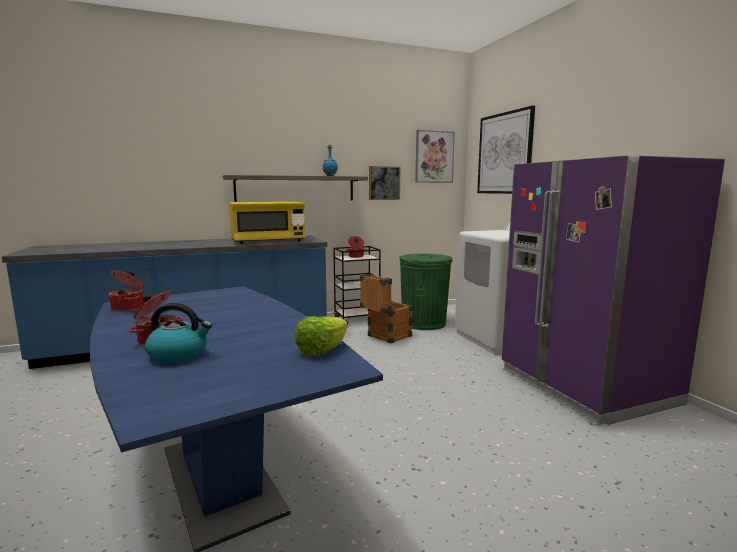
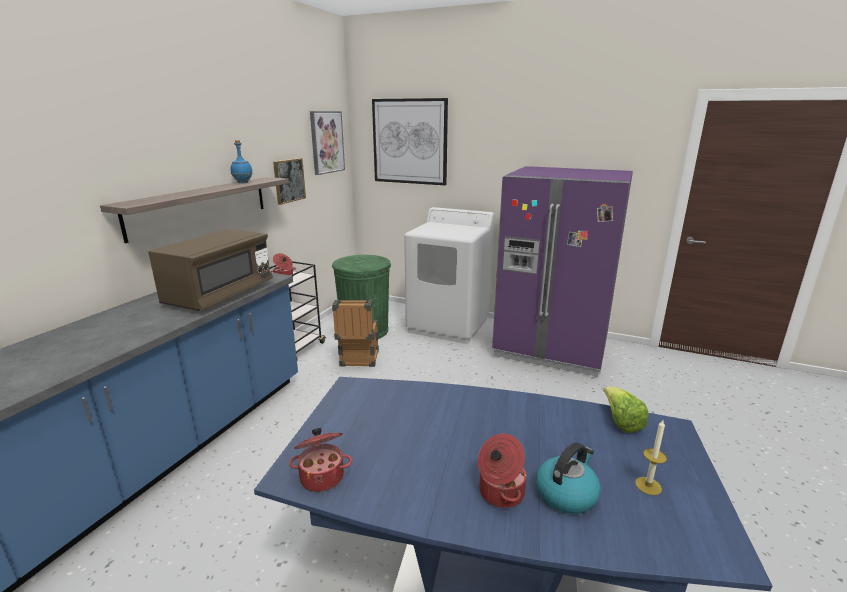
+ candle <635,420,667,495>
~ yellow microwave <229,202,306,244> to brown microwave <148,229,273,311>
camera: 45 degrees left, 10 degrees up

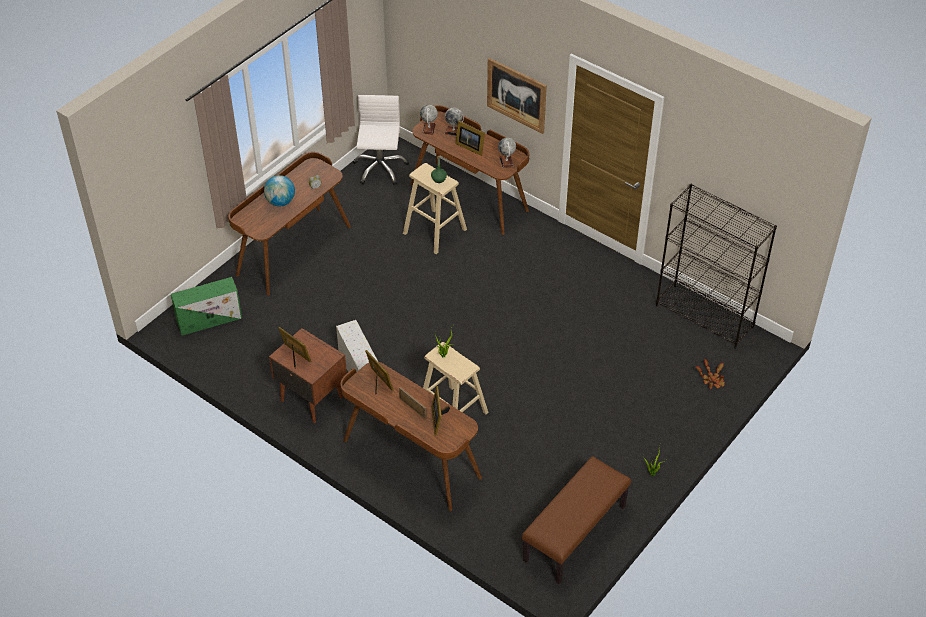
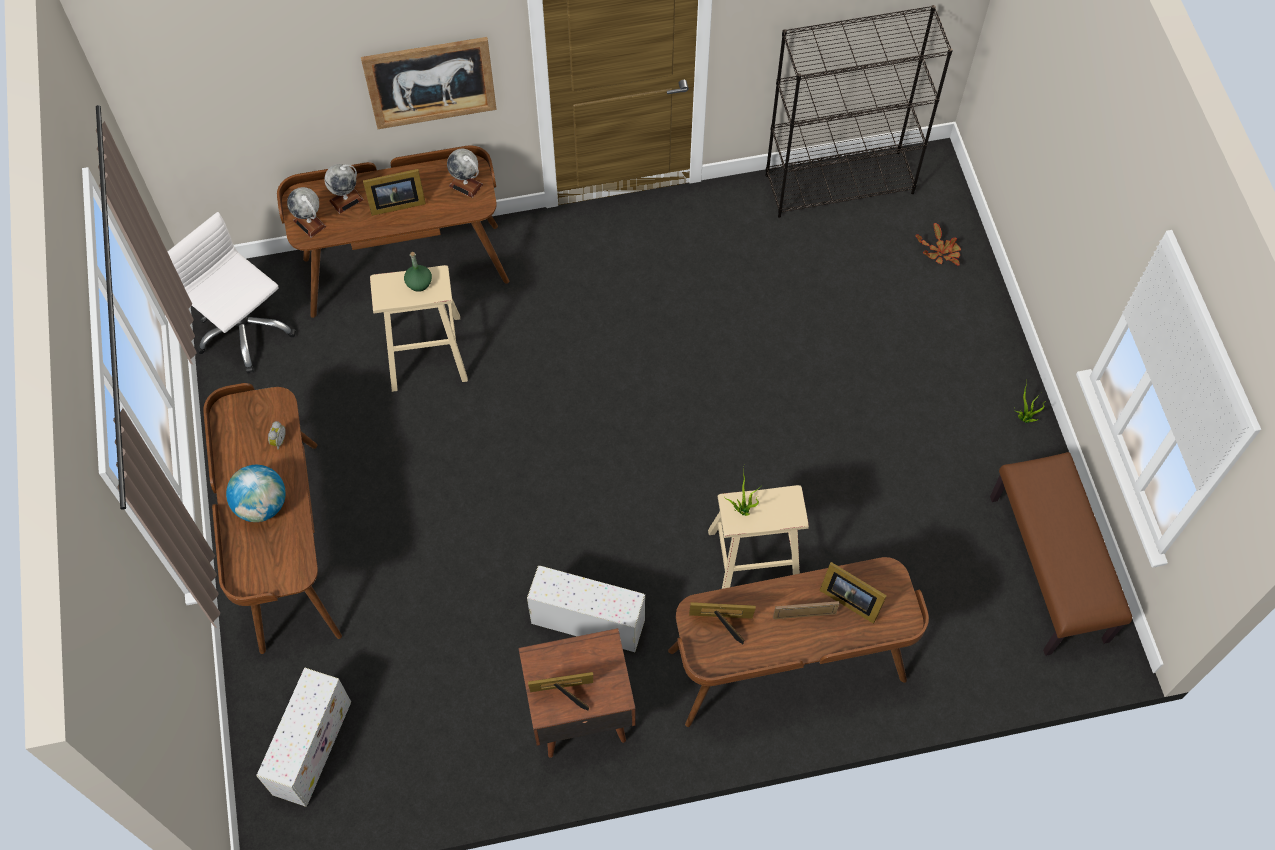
~ green storage box <171,277,242,336> to white storage box <256,667,351,807>
camera: 50 degrees left, 15 degrees up

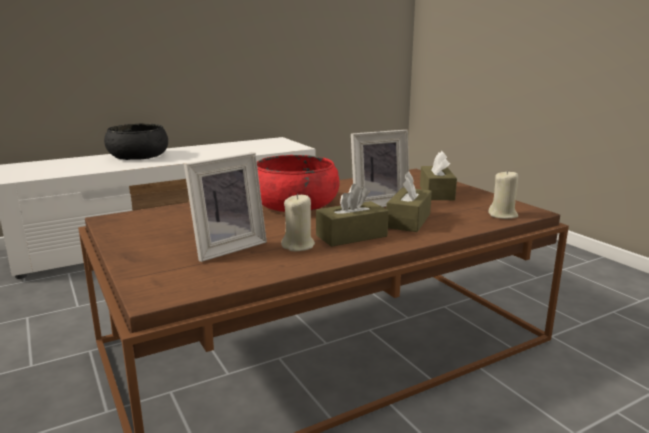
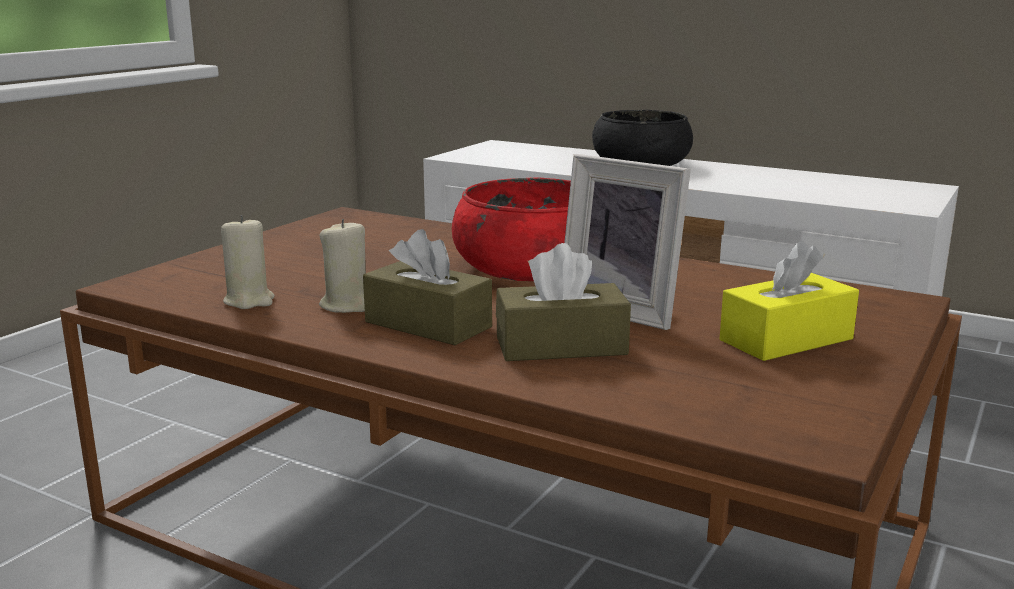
- picture frame <184,152,267,262>
~ beige candle <488,170,518,219> to <221,215,274,309>
~ brown tissue box <420,151,457,200> to yellow tissue box <720,241,859,361>
camera: 60 degrees right, 0 degrees up

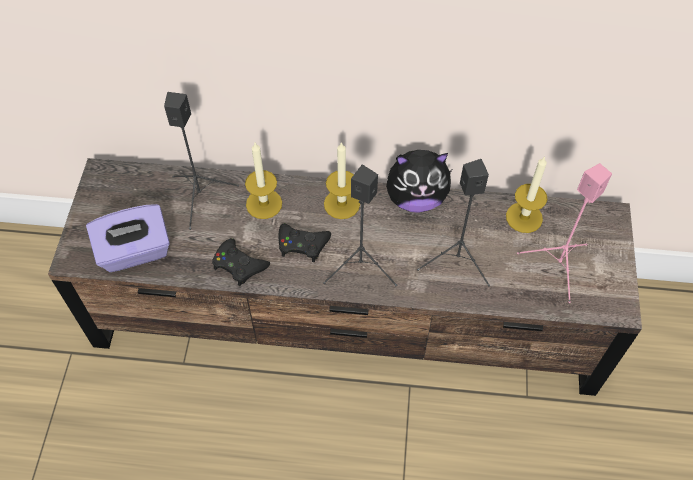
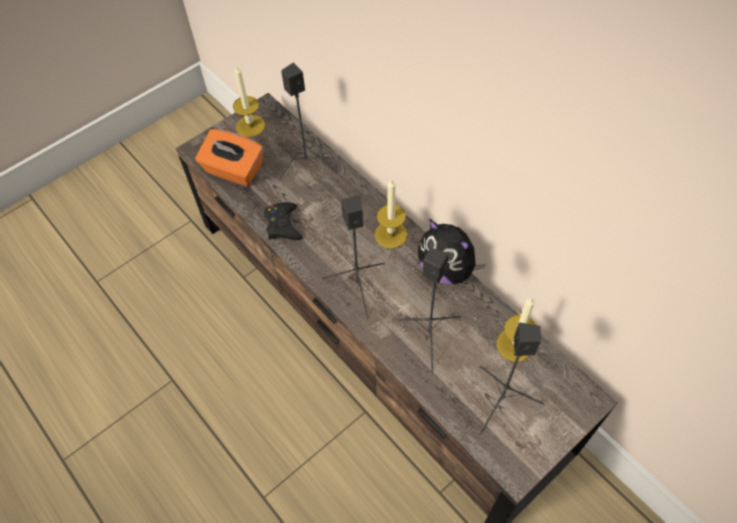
- black game controller <278,223,331,262>
~ candle <245,143,282,219> to <233,65,265,137>
~ purple tissue box <86,204,170,272> to orange tissue box <195,129,264,186>
~ pink speaker <517,163,612,303> to black speaker <479,322,544,435>
camera: 45 degrees right, 0 degrees up

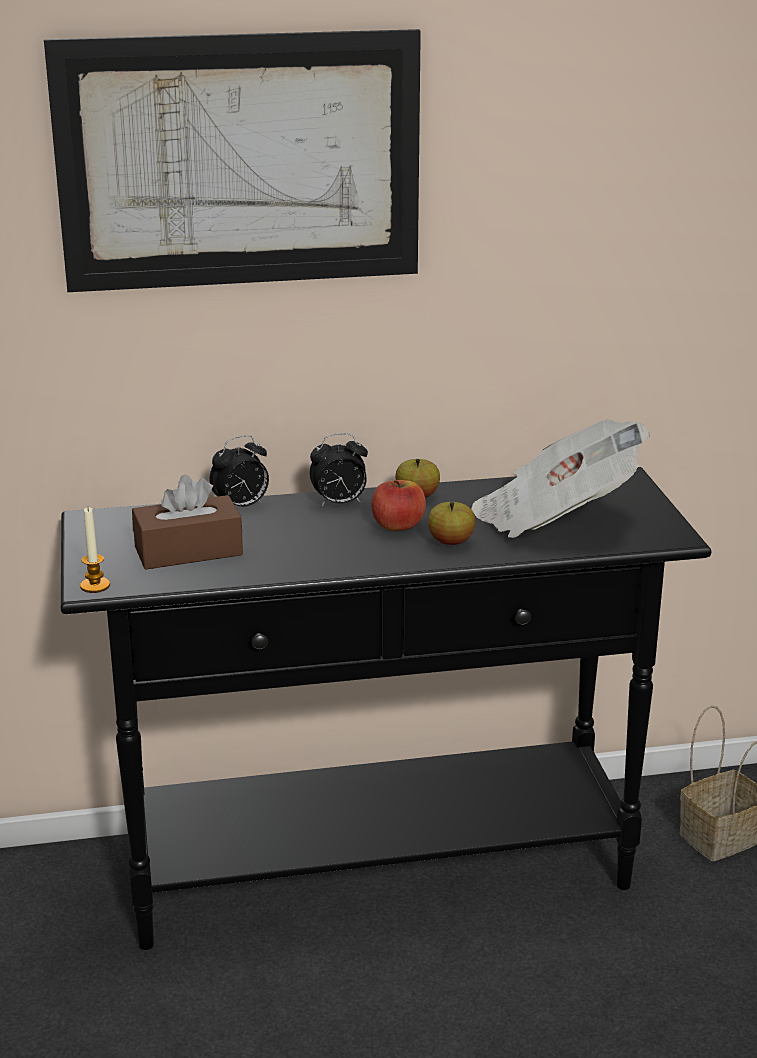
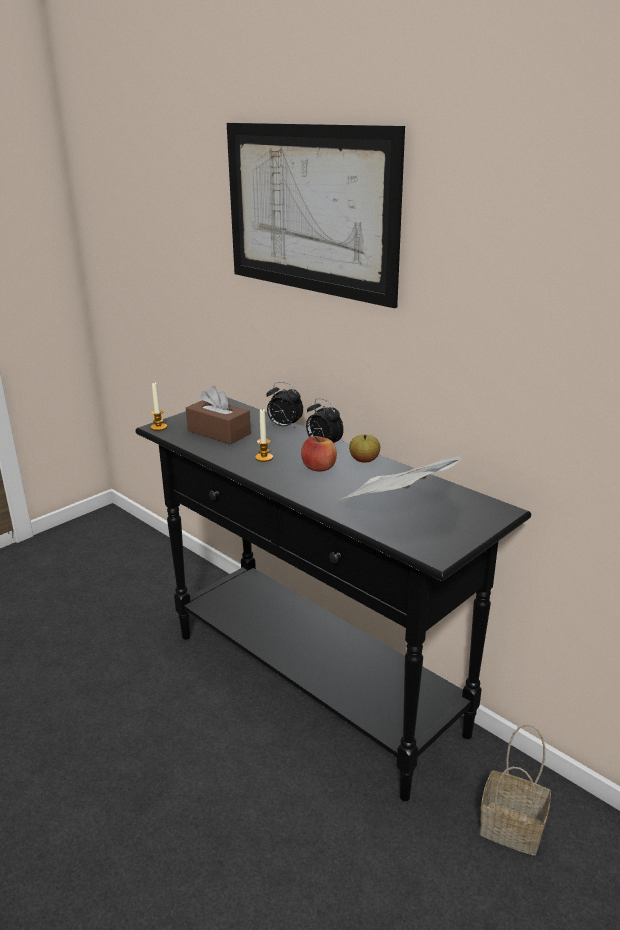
- apple <428,502,476,545>
+ candle <255,409,273,462>
camera: 55 degrees right, 0 degrees up

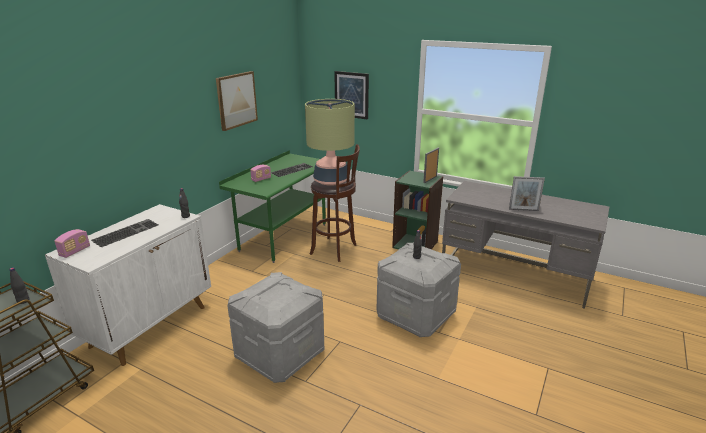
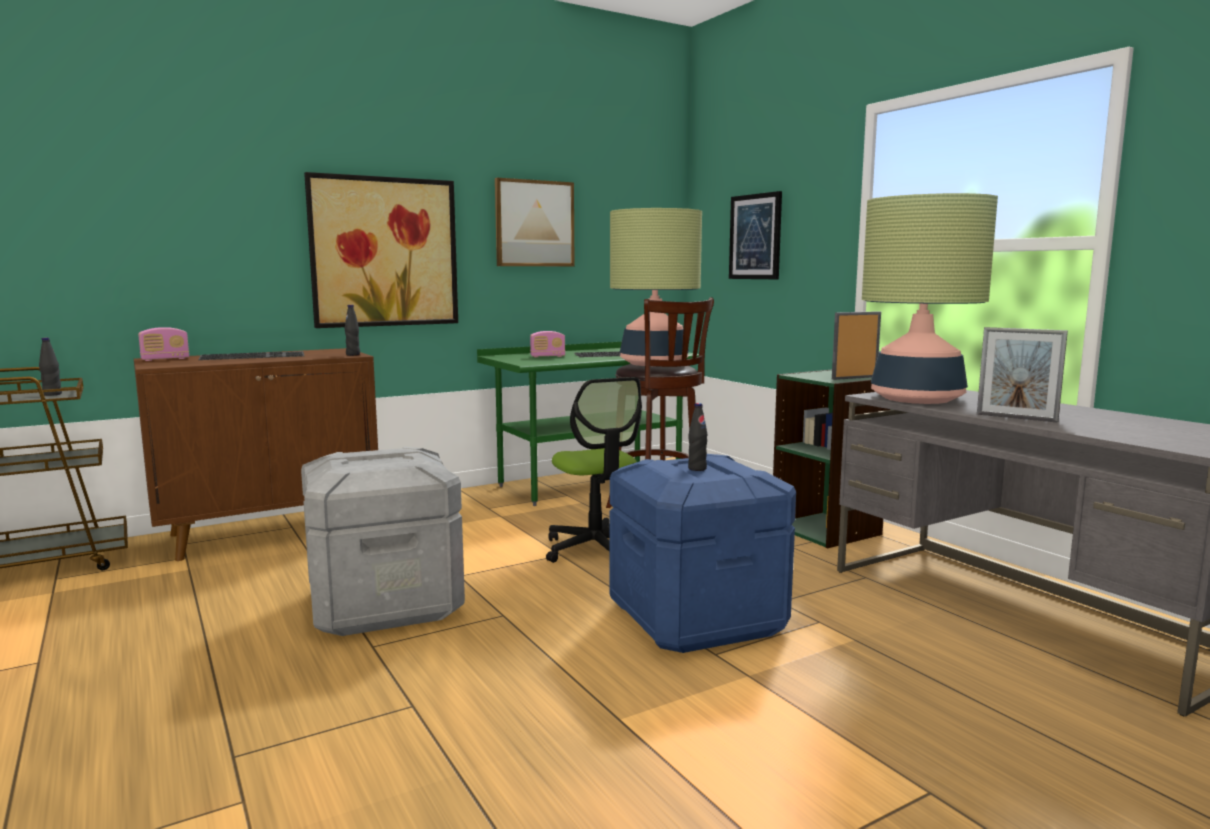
+ picture <304,172,458,328>
+ office chair <546,377,642,563>
+ table lamp <862,193,998,404>
~ white cabinet <45,204,211,366> to brown cabinet <134,348,378,561>
~ grey storage box <376,243,461,337> to blue storage box <610,454,796,653>
camera: 30 degrees right, 15 degrees down

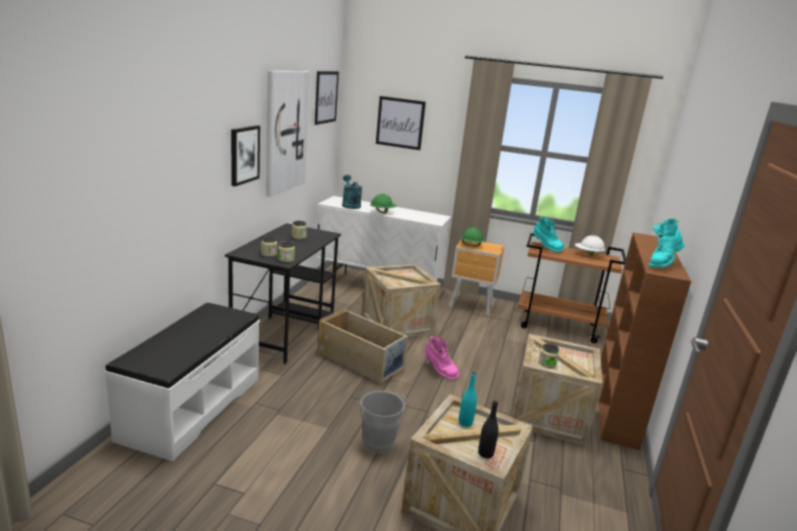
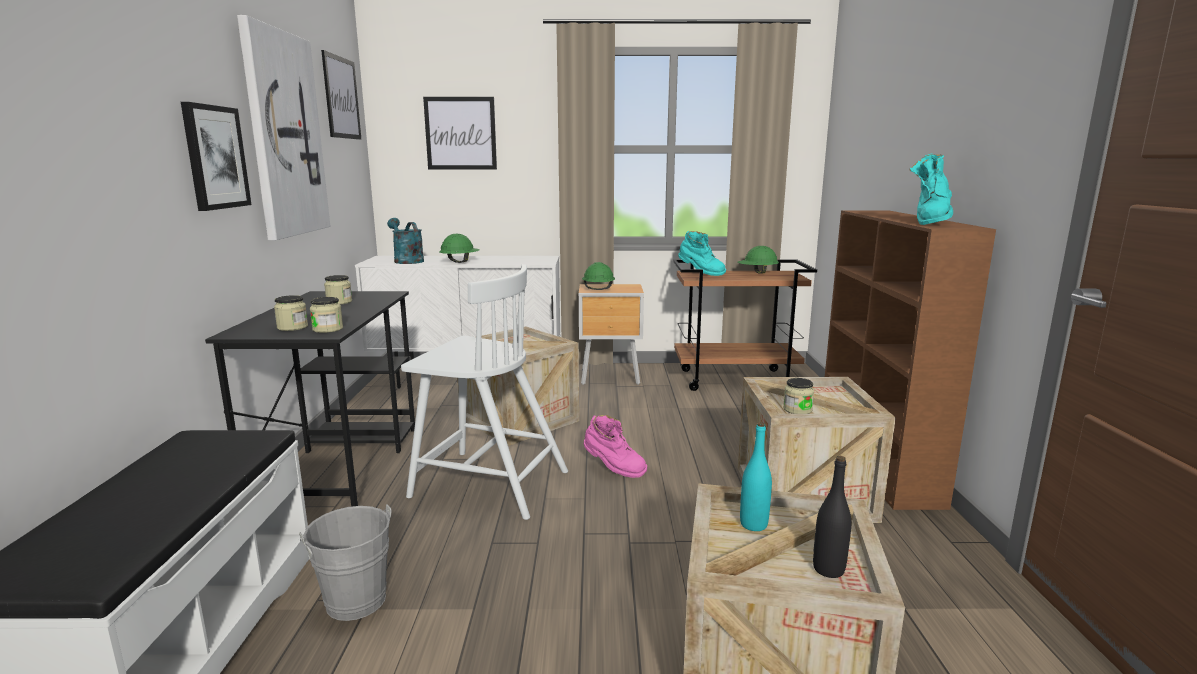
~ grey bucket <358,391,406,453> to <299,504,391,621>
~ beige storage box <317,308,408,384> to white chair <401,264,568,520>
~ white hard hat <575,235,606,256> to green hard hat <738,246,779,274>
camera: 15 degrees left, 5 degrees down

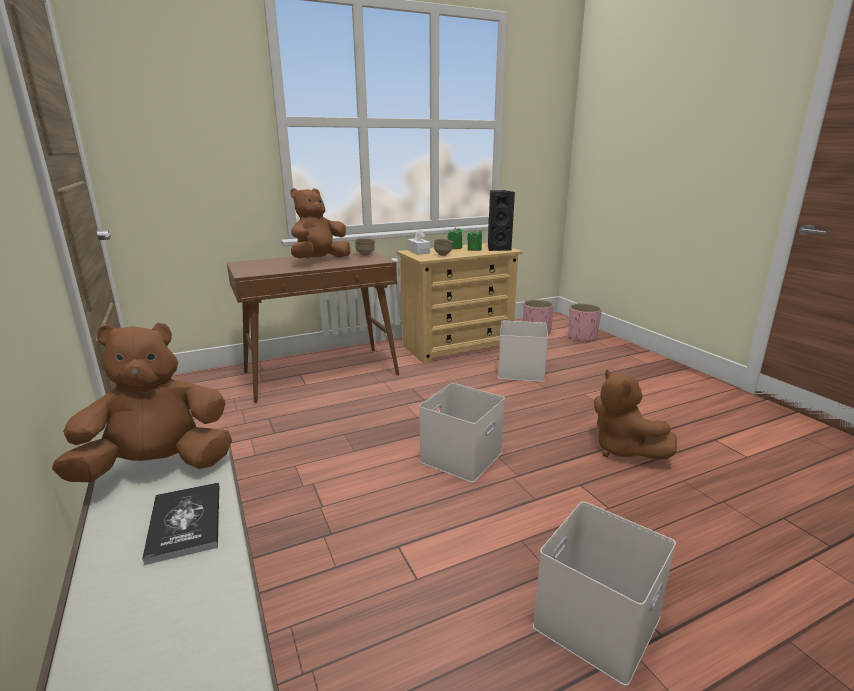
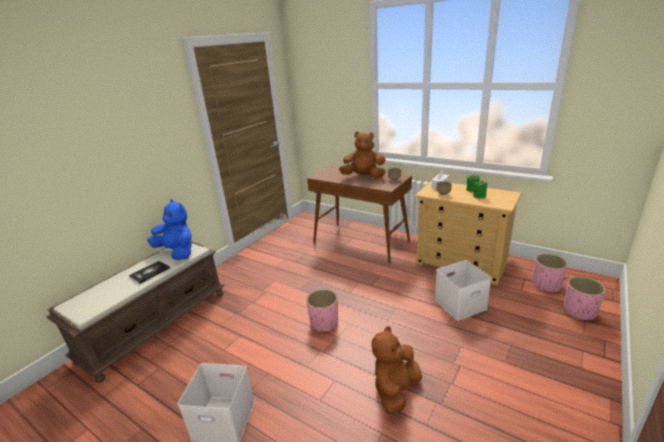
- black speaker <488,190,515,251>
~ white storage box <419,383,505,482> to pink planter <306,289,338,332>
~ brown plush toy <52,322,232,482> to blue plush toy <147,199,192,260>
camera: 60 degrees right, 5 degrees up

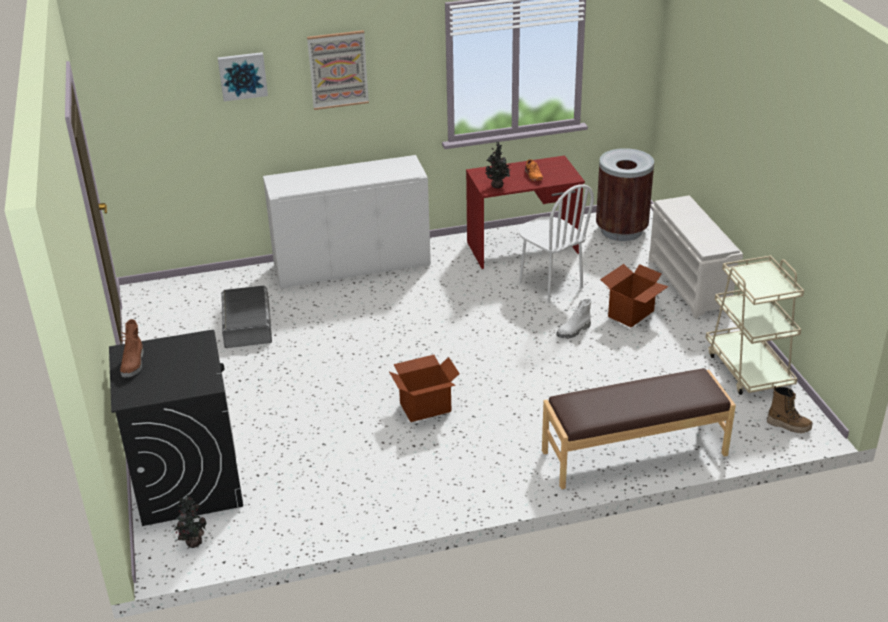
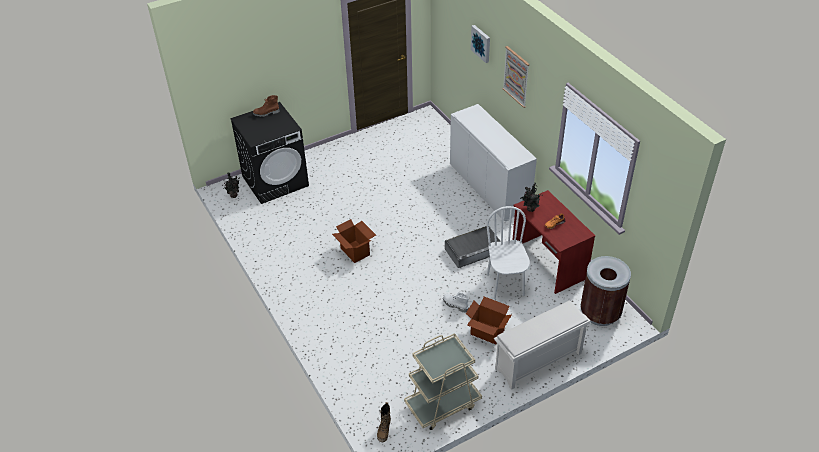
- brown bench <542,368,736,489>
~ grey storage box <221,286,272,348> to <445,226,501,268>
~ white chair <519,184,594,303> = <486,206,530,299> 135 degrees clockwise
camera: 75 degrees right, 10 degrees up

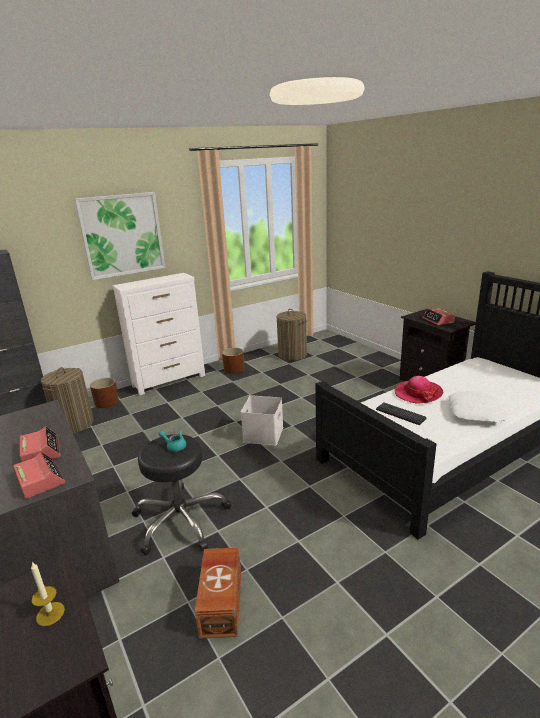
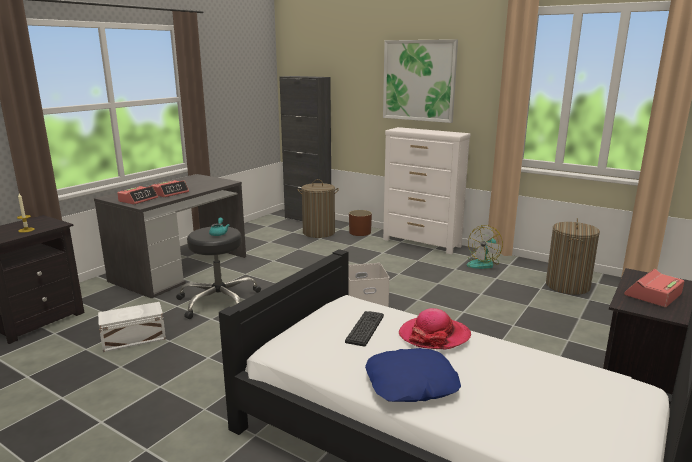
~ brown planter <222,348,245,374> to fan <467,225,503,269>
~ brown storage box <195,547,241,639> to white storage box <98,302,166,352>
~ white pillow <448,391,507,423> to blue pillow <365,348,461,402>
camera: 65 degrees right, 5 degrees down

